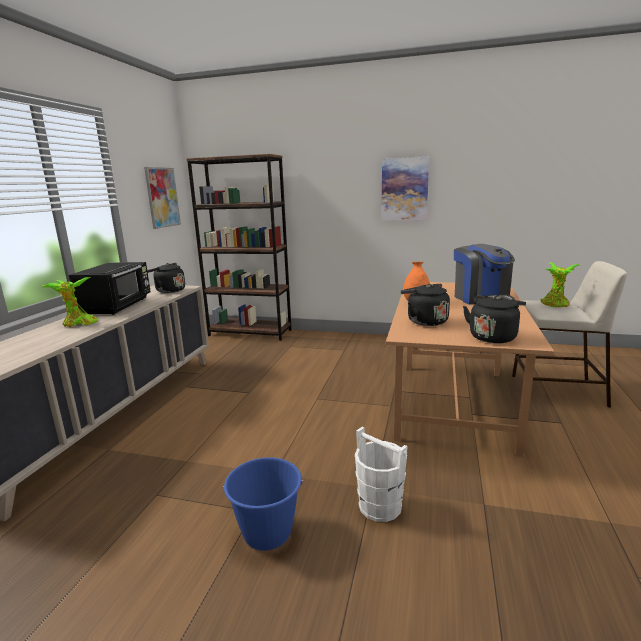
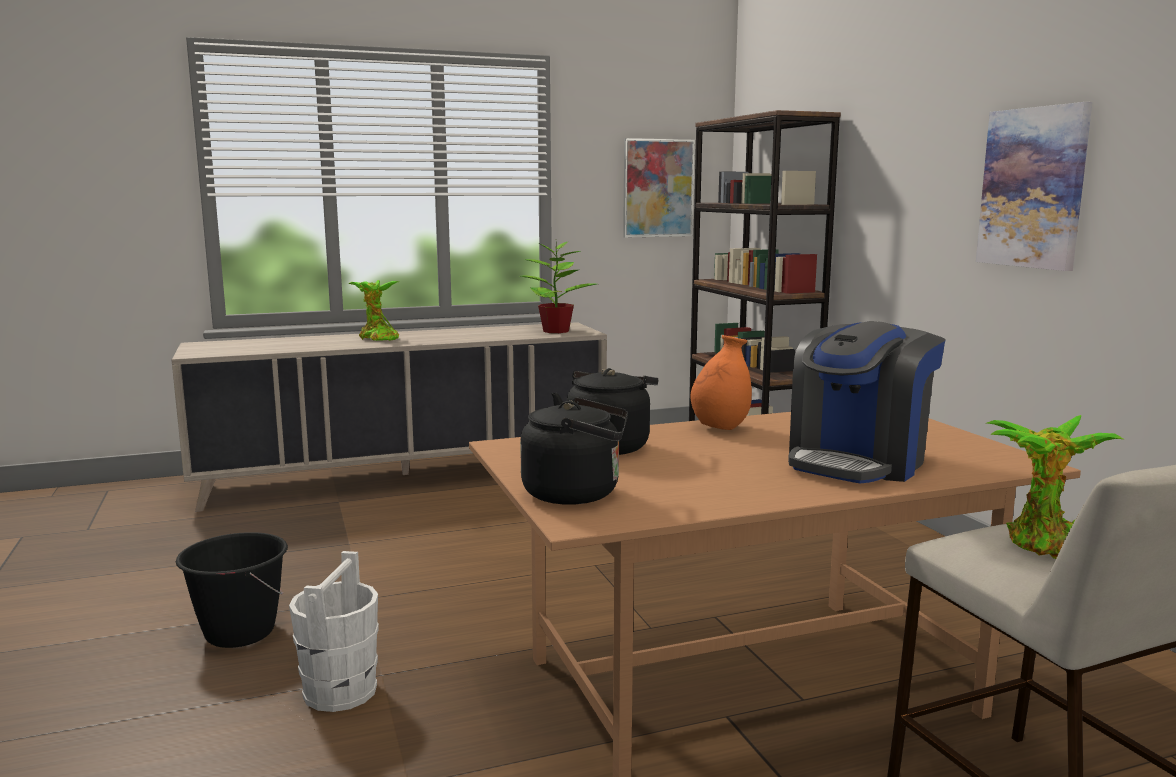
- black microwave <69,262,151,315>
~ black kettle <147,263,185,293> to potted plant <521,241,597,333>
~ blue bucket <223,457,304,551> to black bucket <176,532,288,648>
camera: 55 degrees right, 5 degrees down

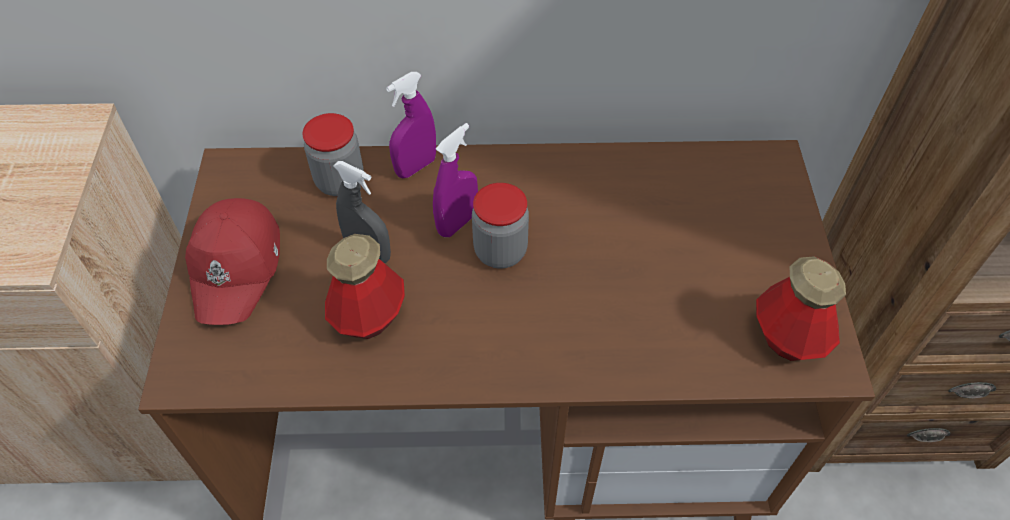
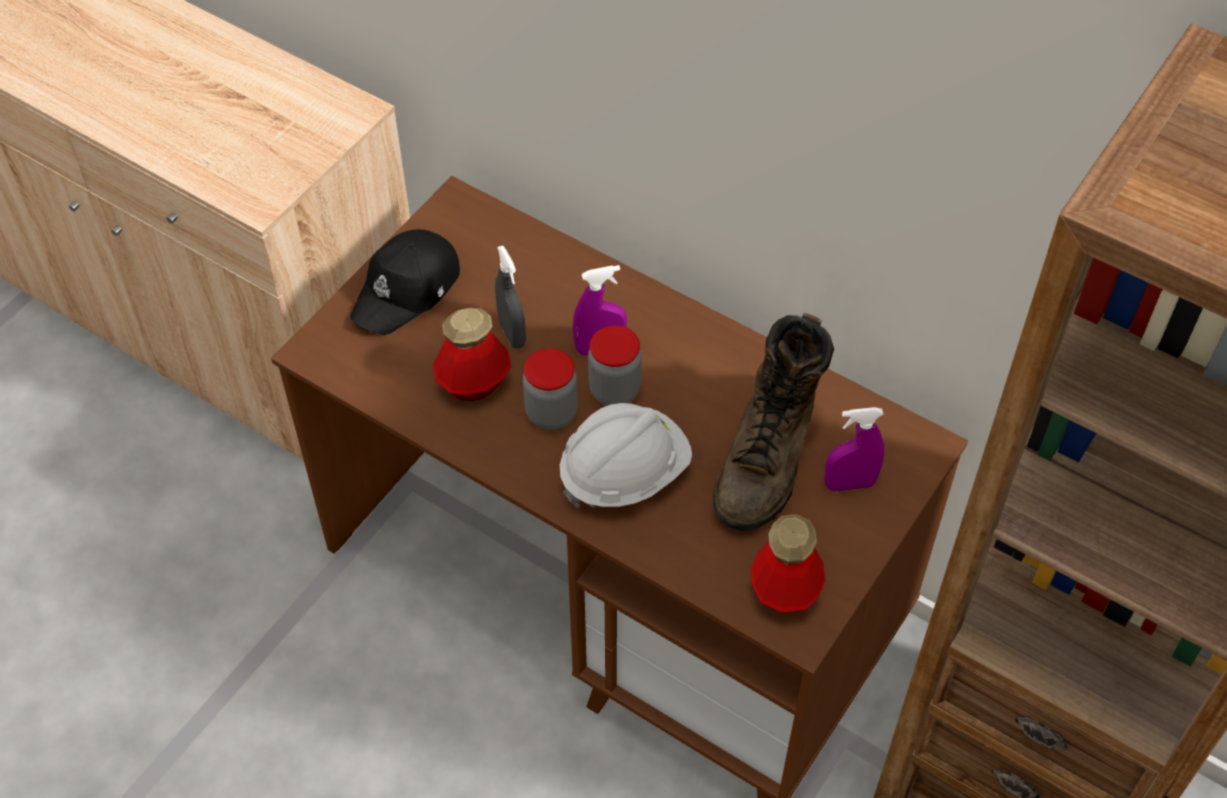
+ white hard hat <560,403,692,508>
+ brown boot <713,313,834,531>
~ jar <303,113,364,196> to <523,348,578,430>
~ purple spray bottle <386,72,436,178> to <824,407,884,491>
~ red cap <185,198,280,325> to black cap <350,229,460,335>
camera: 35 degrees right, 0 degrees up

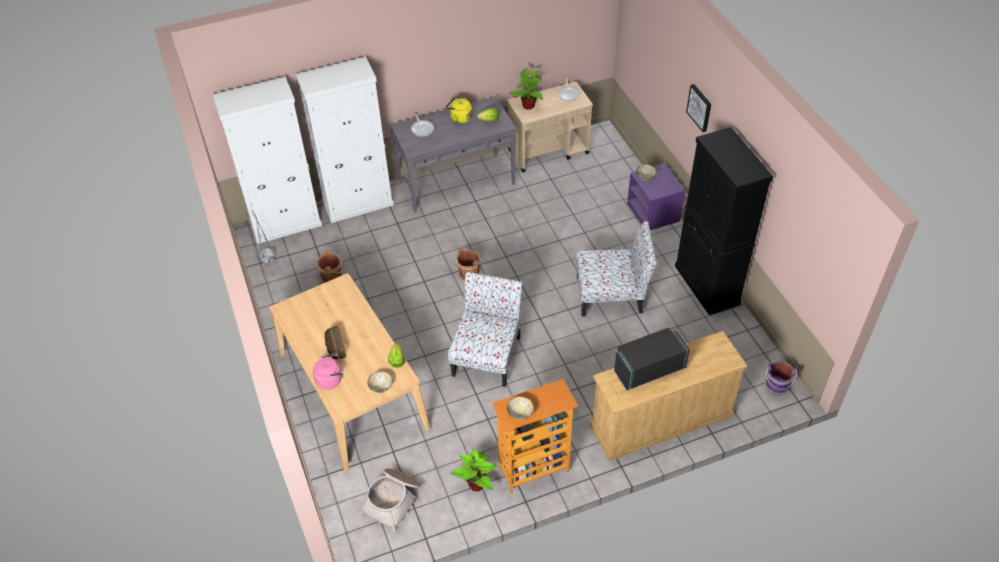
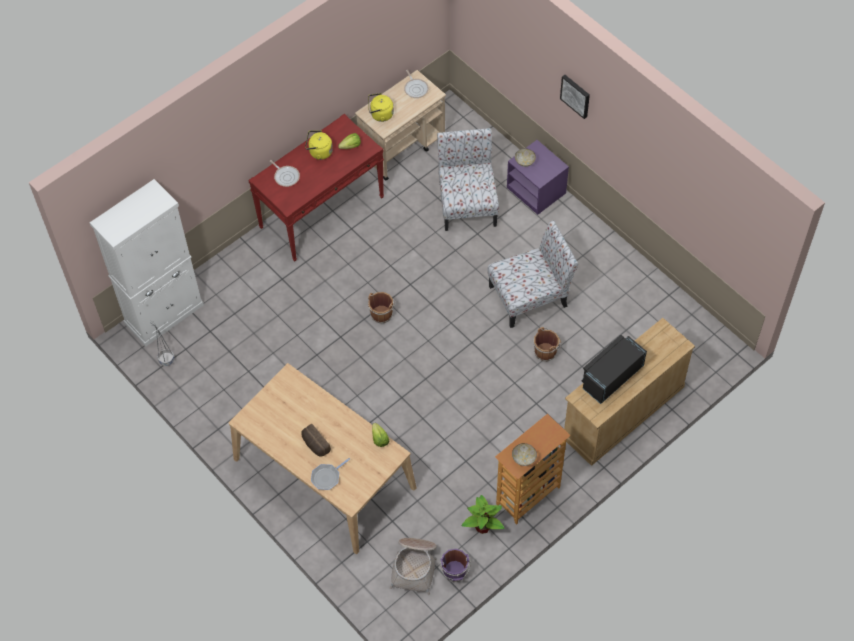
- white cabinet <295,57,394,223>
- bowl <367,371,393,393>
- black cabinet <675,127,773,315>
~ brown bucket <317,250,345,283> to <533,327,561,361>
~ chair <448,272,523,387> to <437,128,499,231>
~ purple bucket <765,361,797,395> to <440,549,471,582>
~ pink kettle <313,354,344,389> to frying pan <311,458,350,490>
~ potted plant <509,67,543,110> to yellow kettle <368,93,394,122>
~ grey console table <389,96,517,213> to red console table <248,114,384,262>
camera: 20 degrees left, 10 degrees up

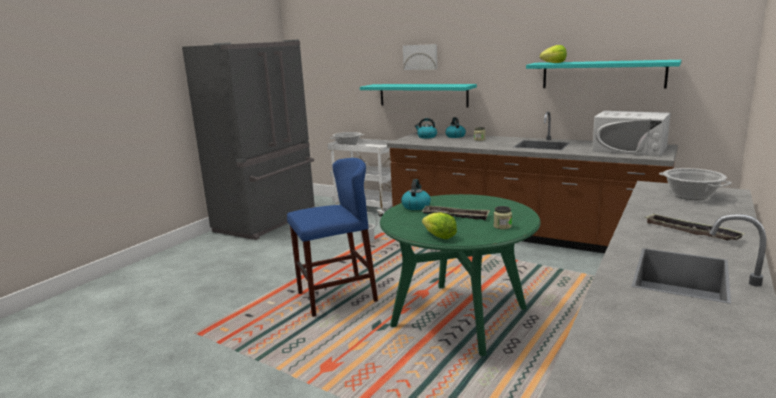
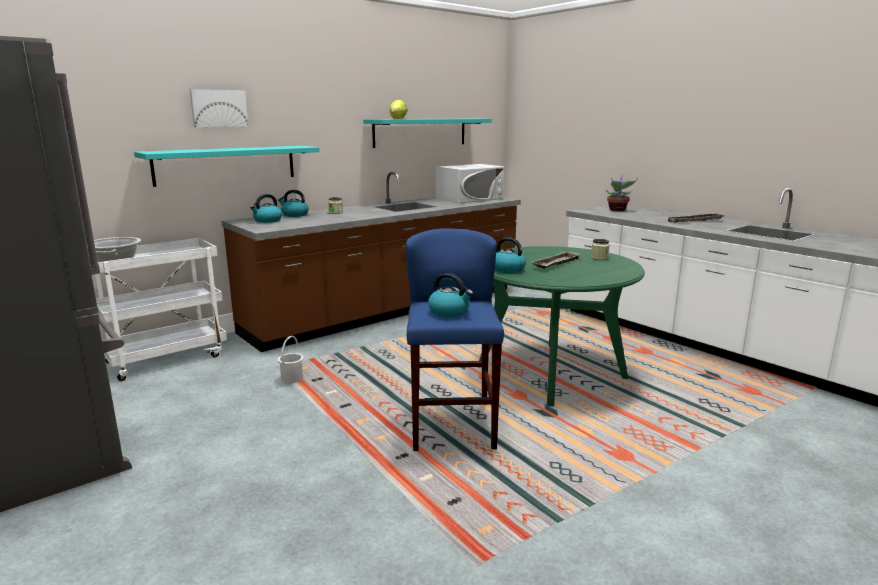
- lettuce <422,212,457,239>
+ kettle <428,273,473,317>
~ cooking pot <659,168,732,200> to potted plant <606,174,638,211>
camera: 70 degrees left, 0 degrees up

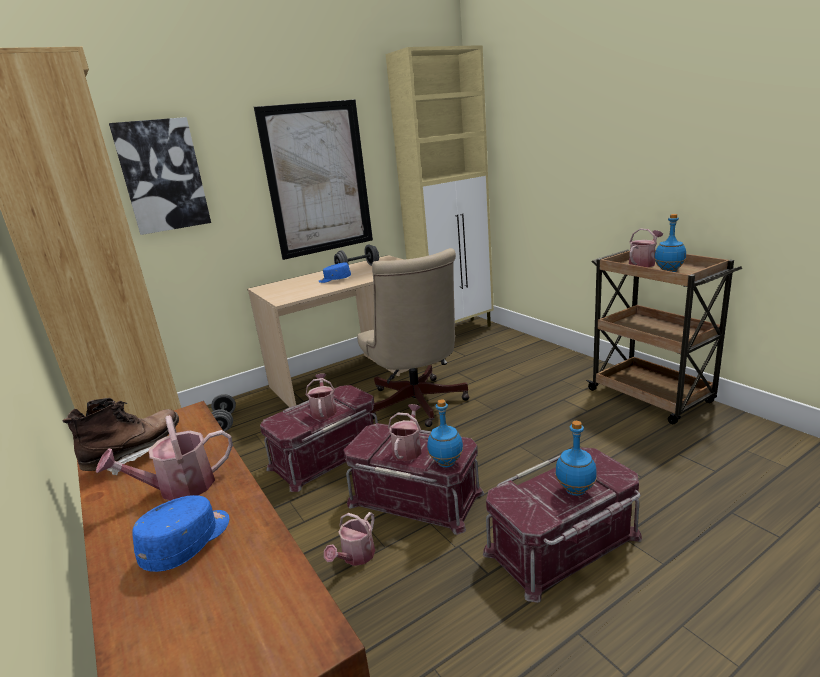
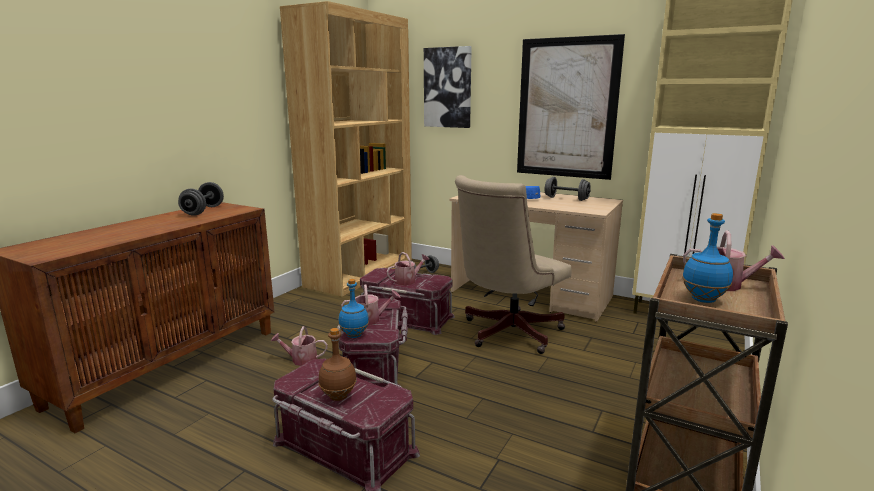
- watering can <96,415,233,501>
- blue cap <132,495,229,572>
~ brown boot <62,398,179,475> to grey dumbbell <178,182,224,216>
~ blue bottle <555,421,597,496> to brown bottle <319,328,357,401>
camera: 60 degrees right, 5 degrees down

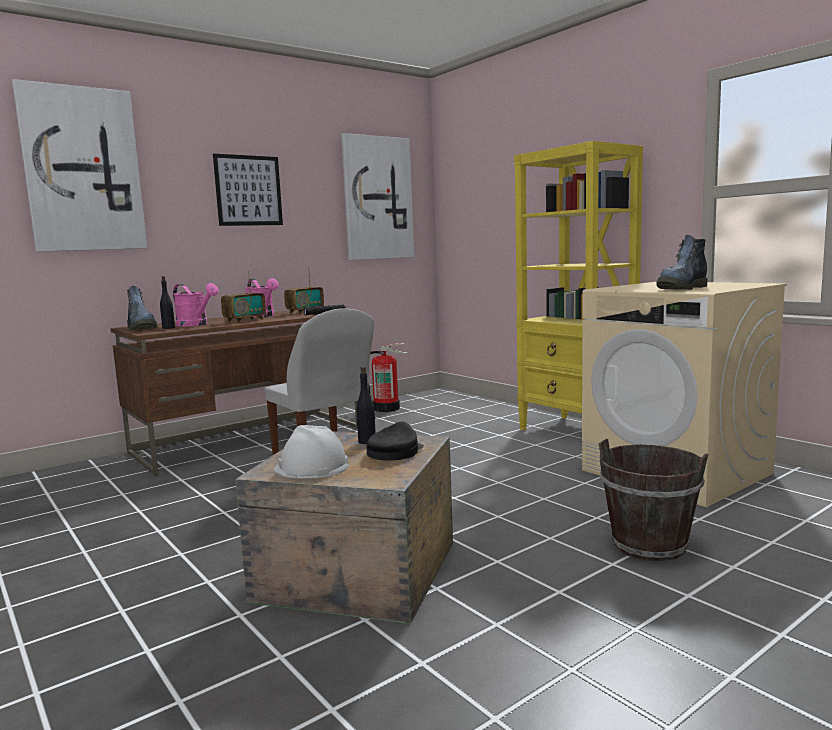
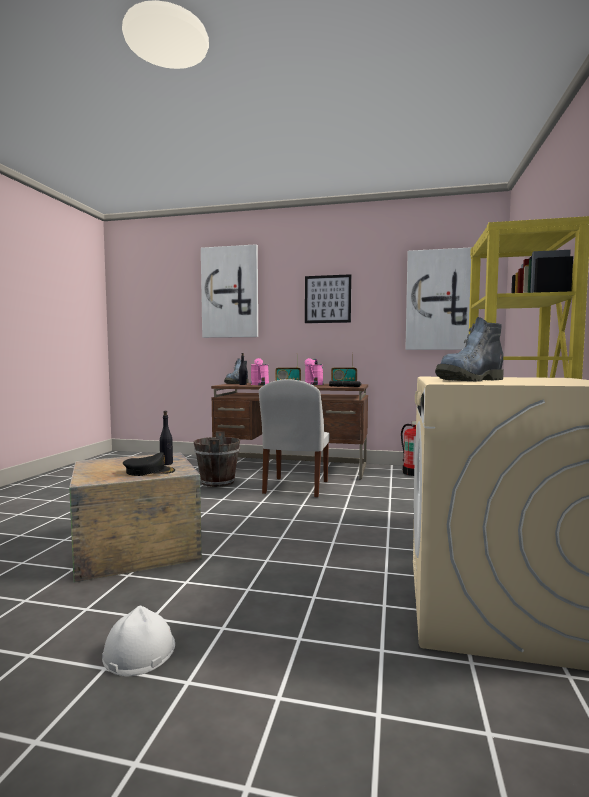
~ white hard hat <274,425,349,479> to <102,606,175,677>
~ brown bucket <599,439,708,562> to <194,432,240,487>
~ boot <656,235,707,290> = <435,317,504,382> 45 degrees counterclockwise
camera: 50 degrees right, 5 degrees down

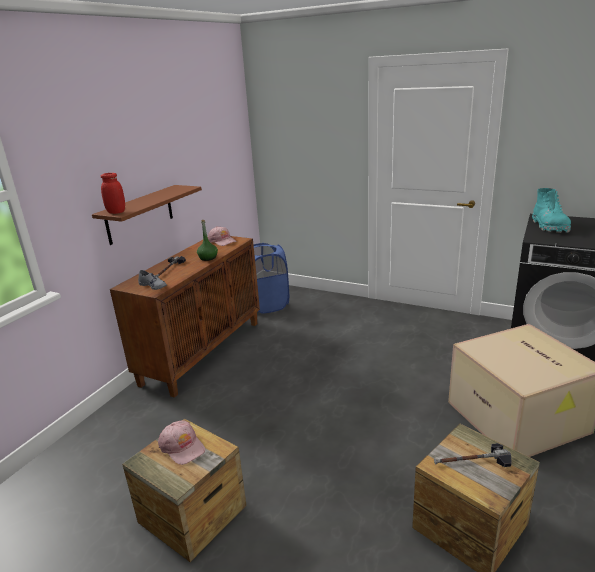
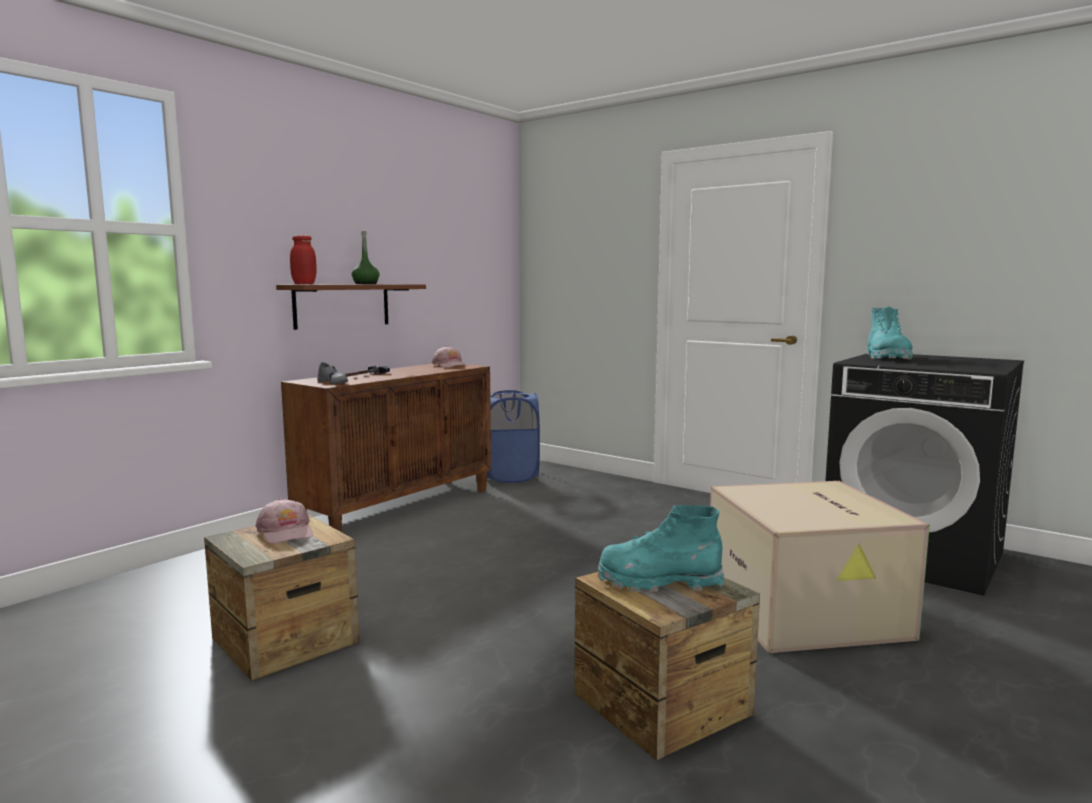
~ green bottle <197,220,218,261> to <351,231,380,284>
~ hammer <434,443,512,467> to turquoise boot <598,505,724,592>
camera: 10 degrees right, 15 degrees down

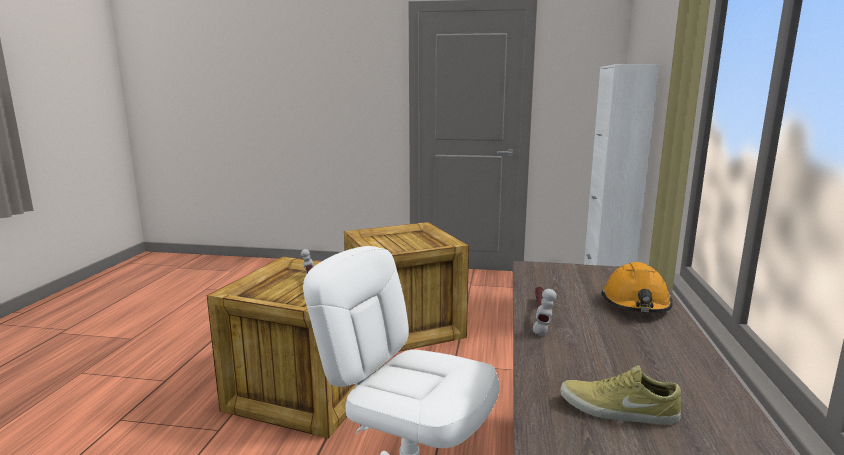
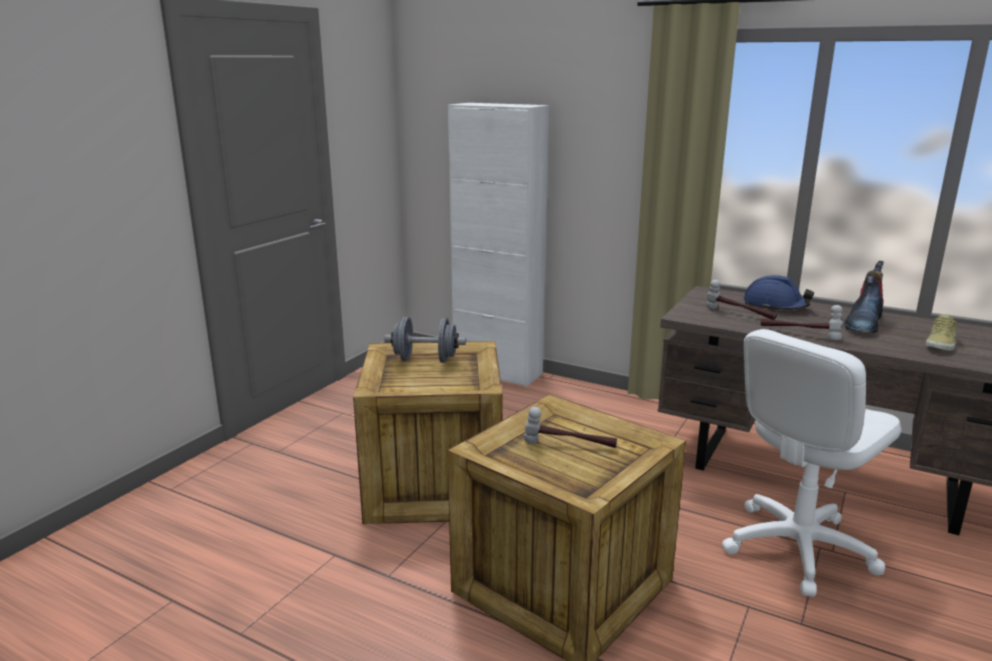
+ grey dumbbell <384,317,466,363>
+ hammer <707,279,777,320>
+ boot <844,261,884,333>
~ orange hard hat <601,262,673,312> to blue hard hat <744,275,814,310>
camera: 70 degrees left, 5 degrees up

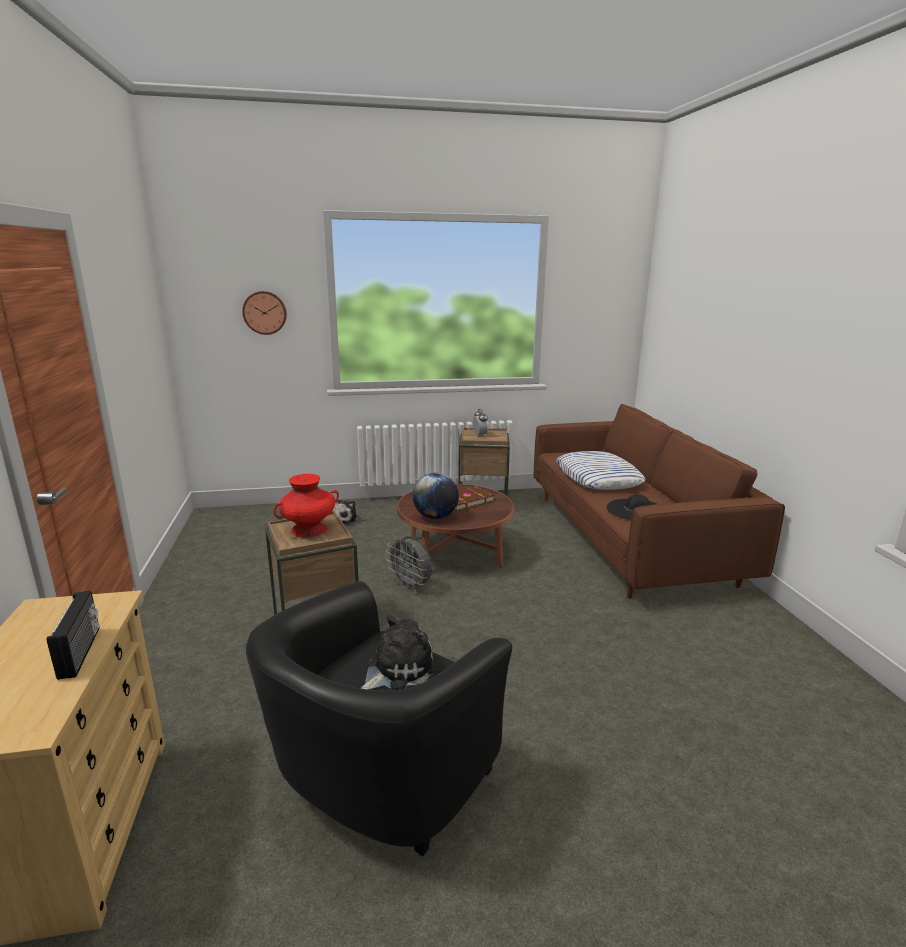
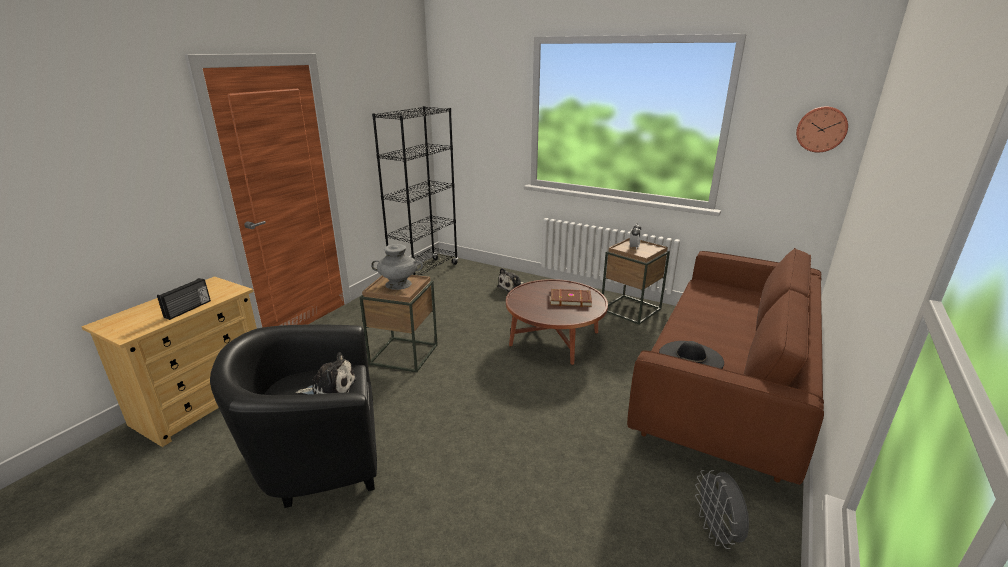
- globe <413,473,459,519>
- pillow <556,451,646,490>
+ black bookcase <372,106,458,276>
~ wall clock <242,291,287,335> to <796,106,848,152>
~ grey fan <386,536,432,591> to <695,470,749,549>
~ red vase <273,474,339,538> to grey vase <371,244,423,290>
camera: 40 degrees right, 5 degrees up

